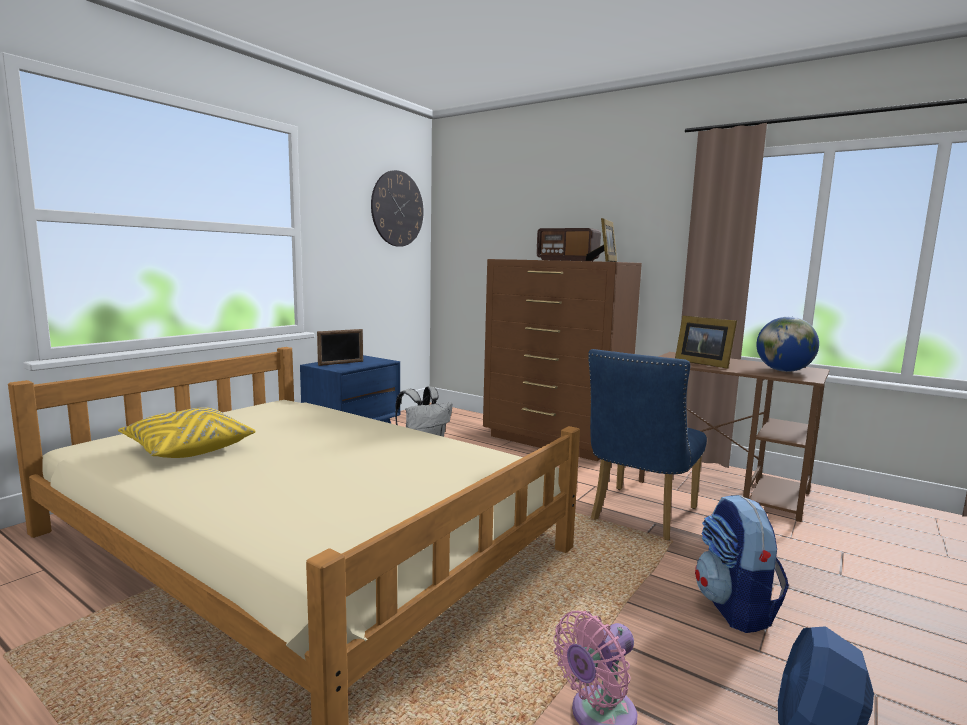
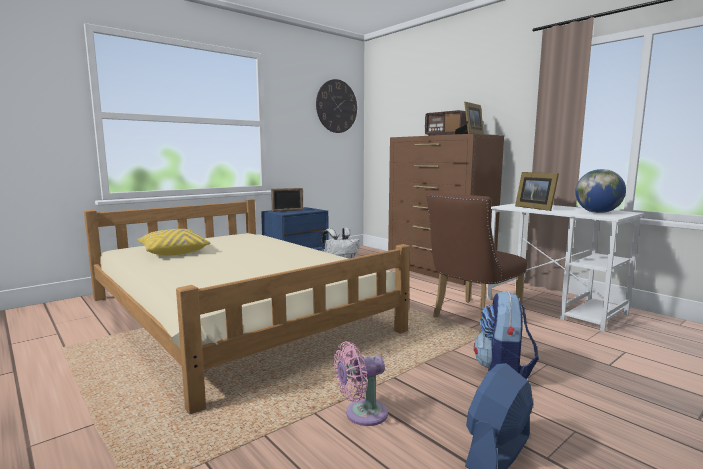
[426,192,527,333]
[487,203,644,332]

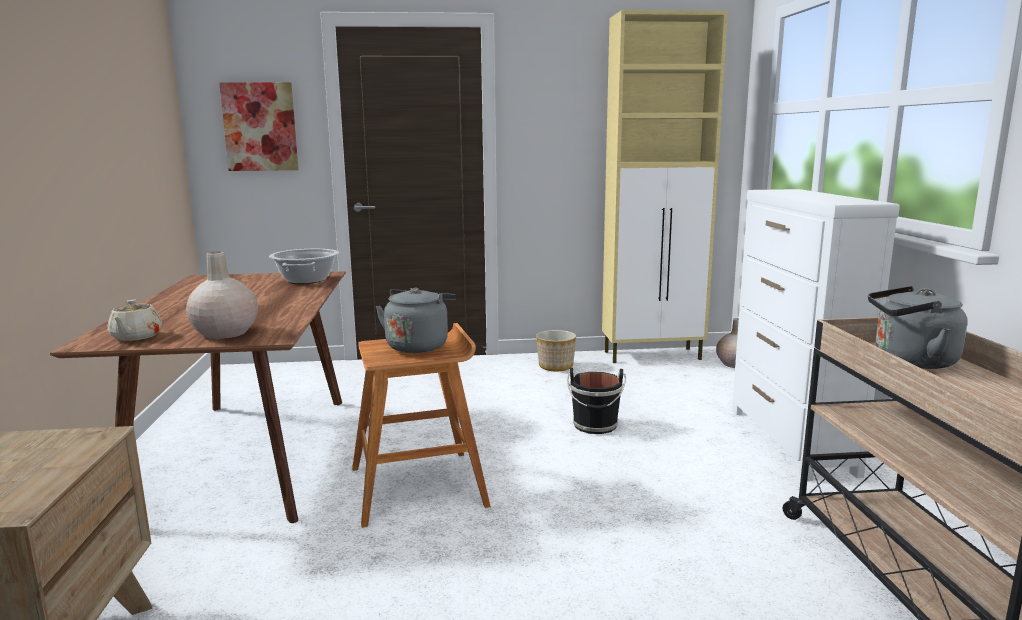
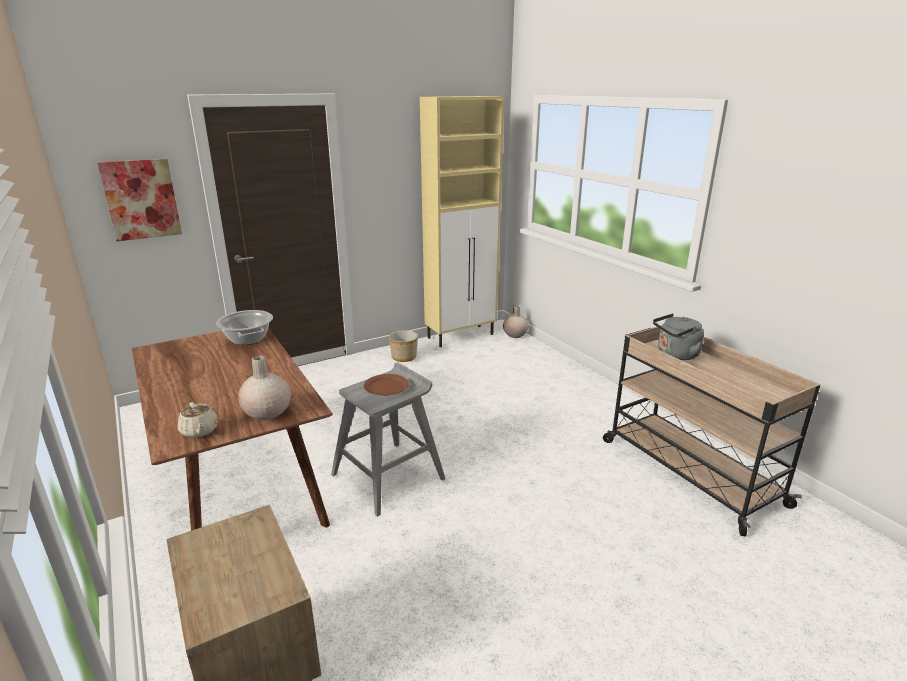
[567,368,626,434] (first image)
[732,189,900,481] (first image)
[364,374,409,396]
[331,362,445,517]

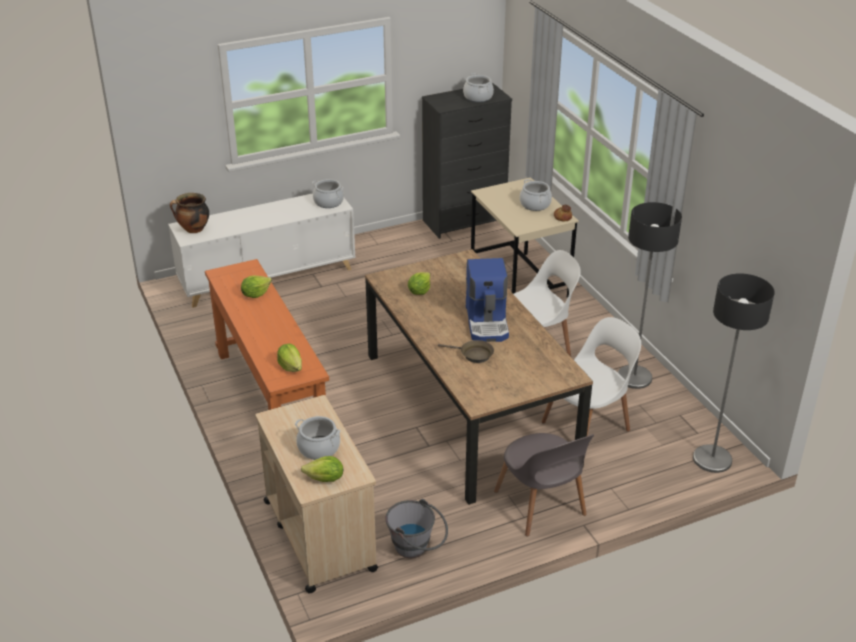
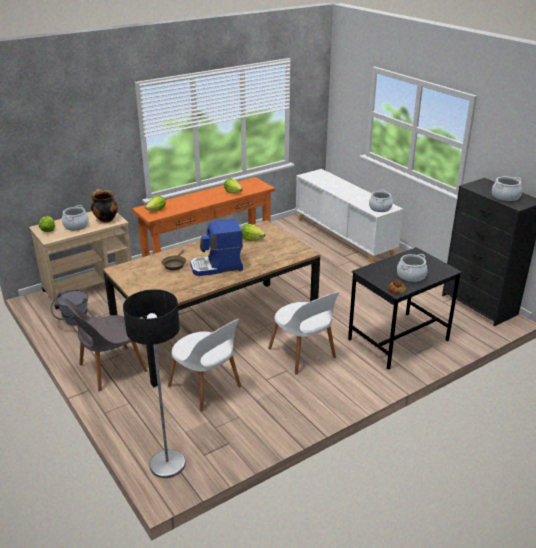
[618,202,682,389] (first image)
[91,189,118,223]
[348,247,462,370]

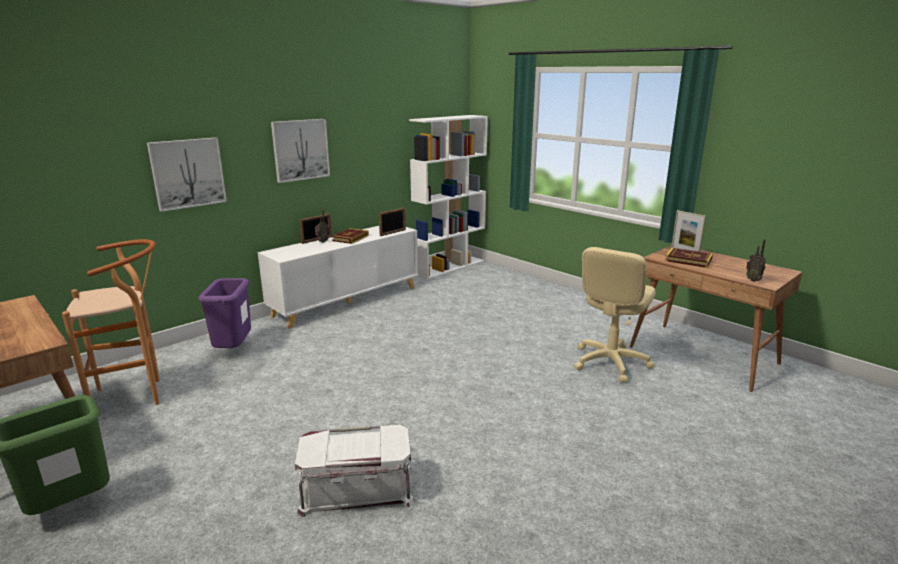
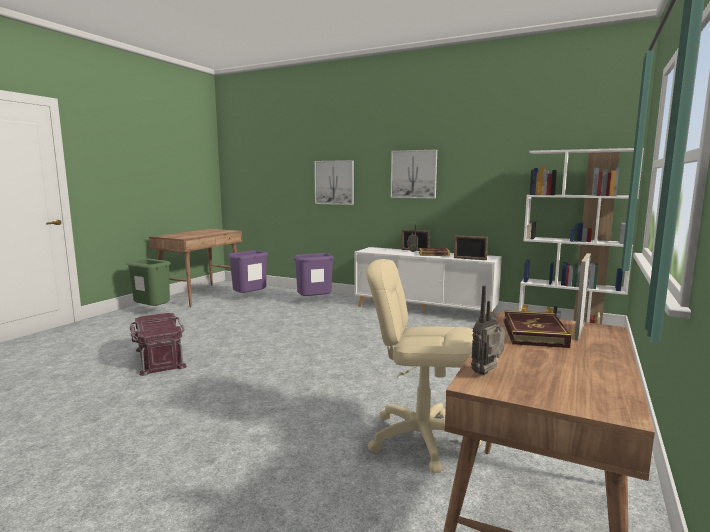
[228,250,268,293]
[130,313,187,376]

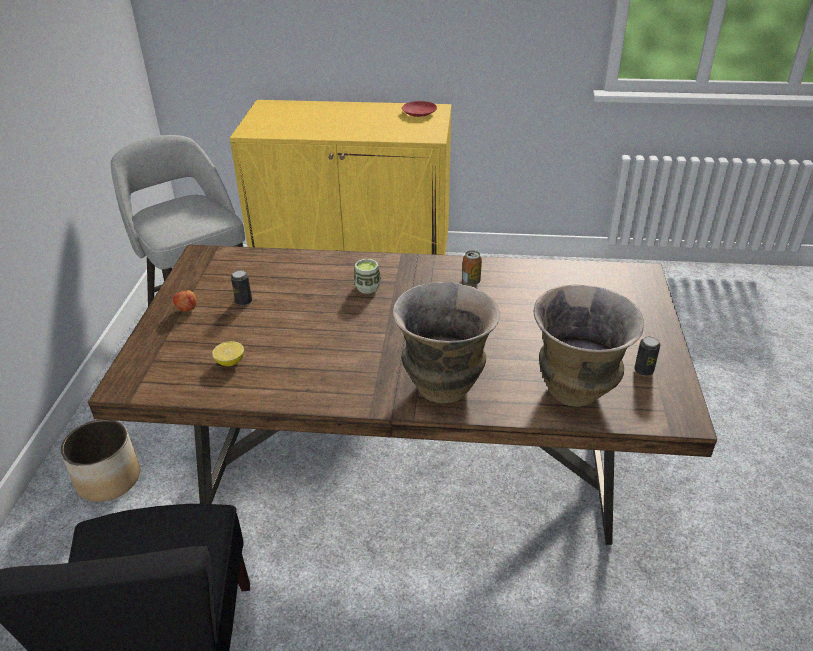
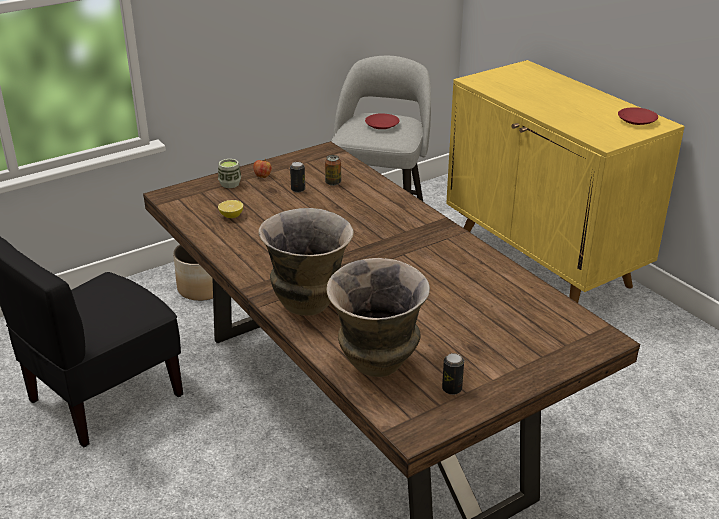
[365,113,400,129]
[218,159,241,188]
[325,155,341,186]

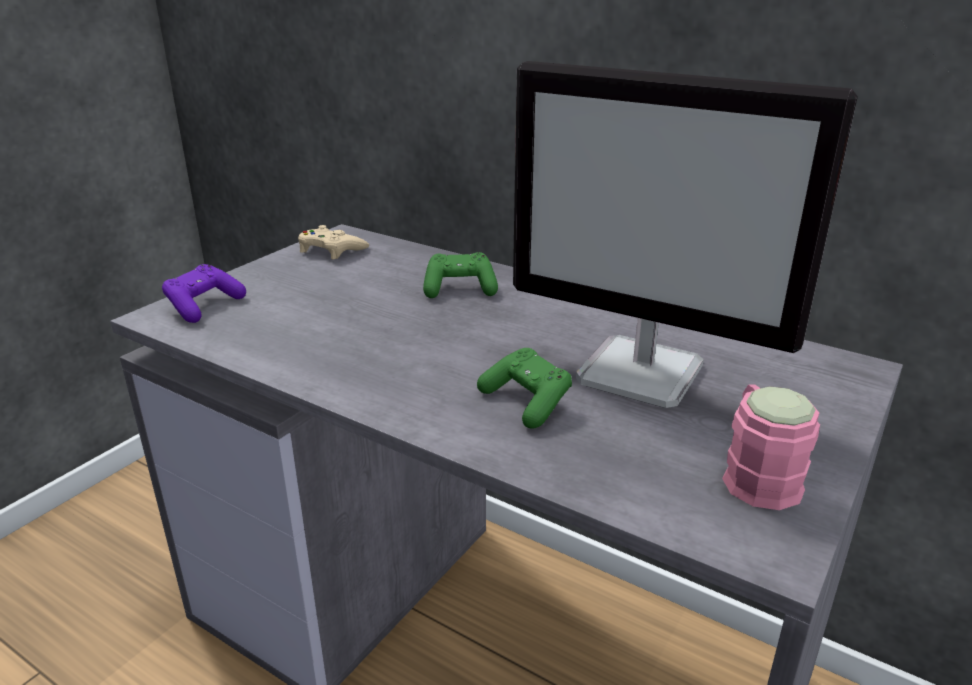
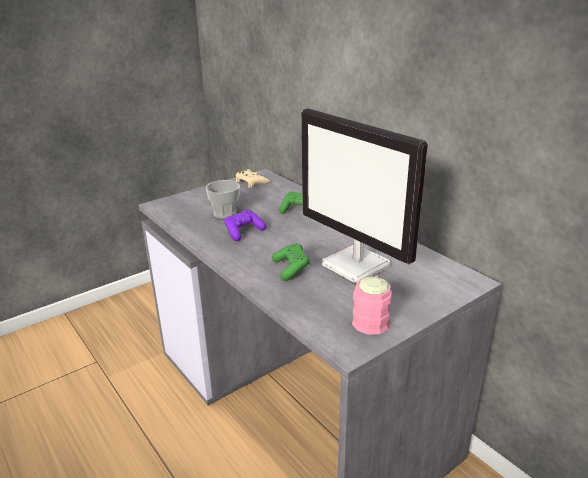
[206,180,240,219]
[224,210,266,241]

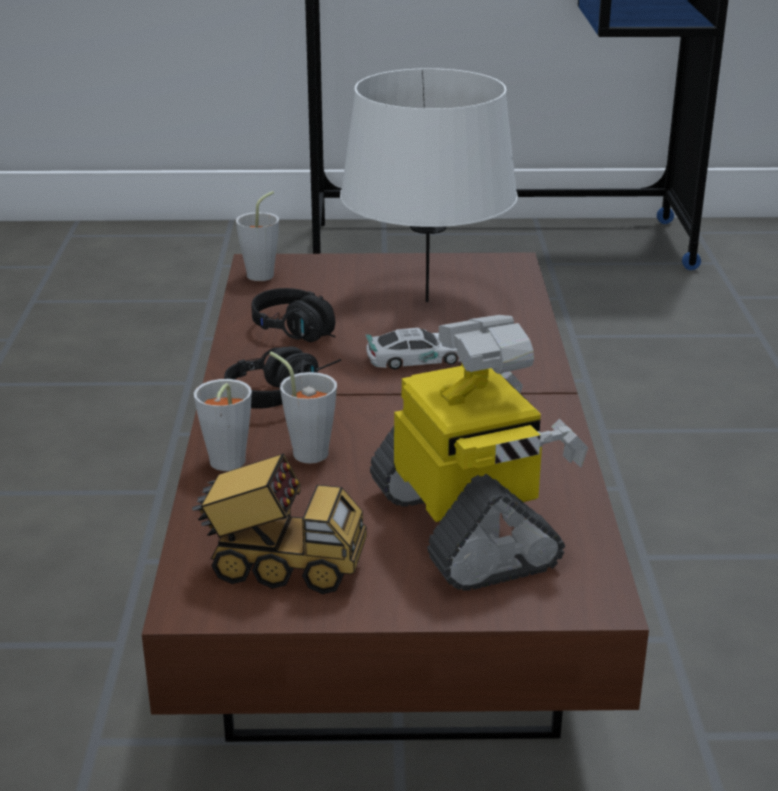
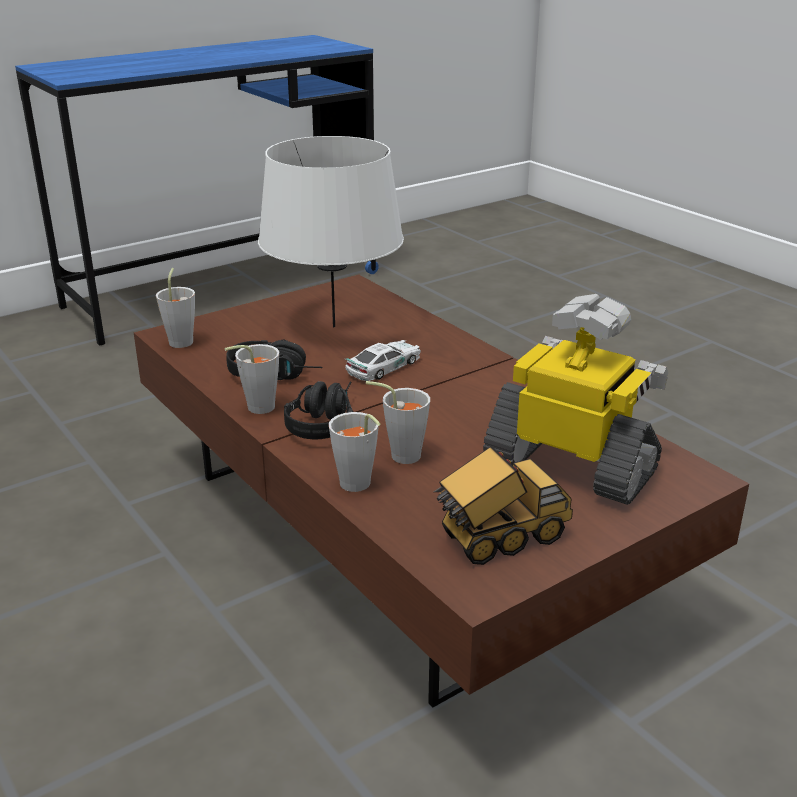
[225,344,279,414]

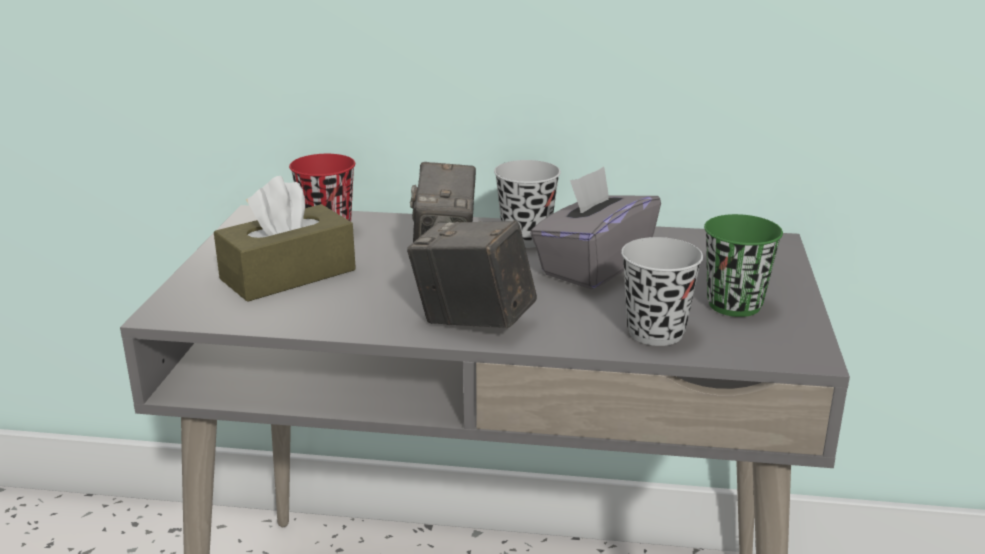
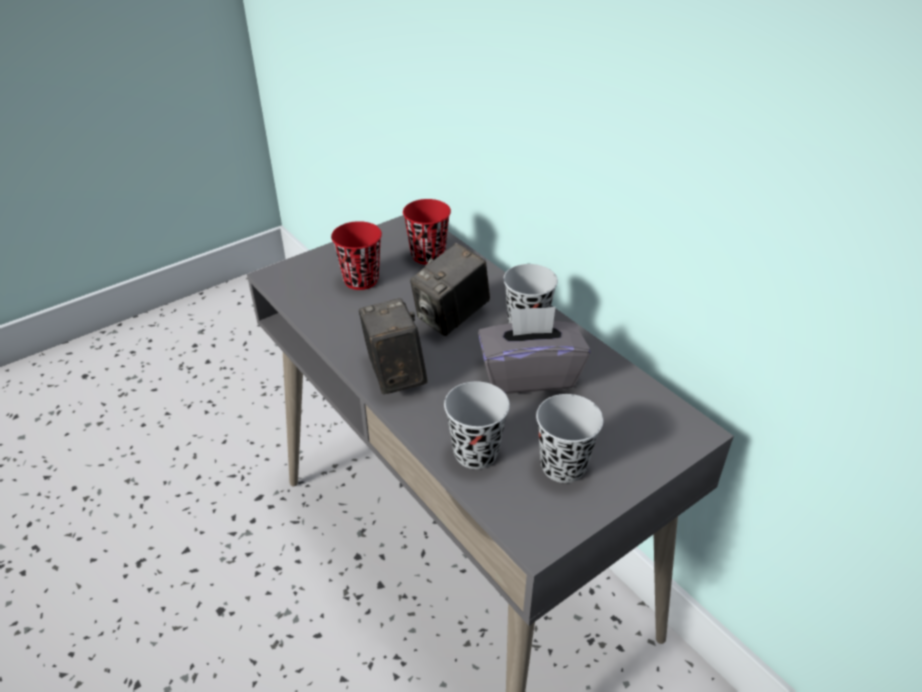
[331,221,382,290]
[536,394,604,483]

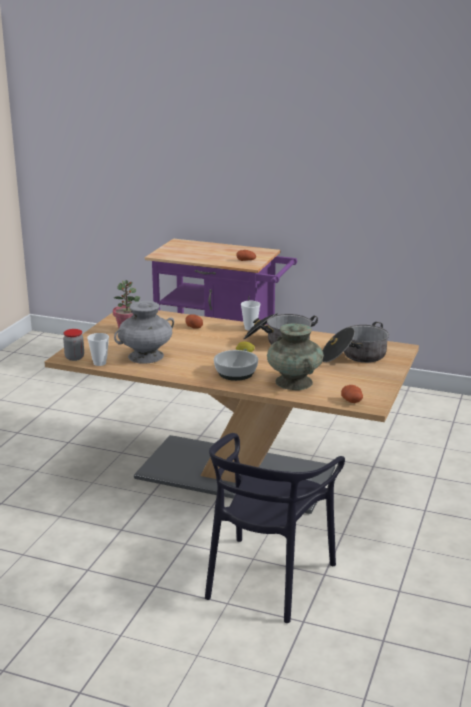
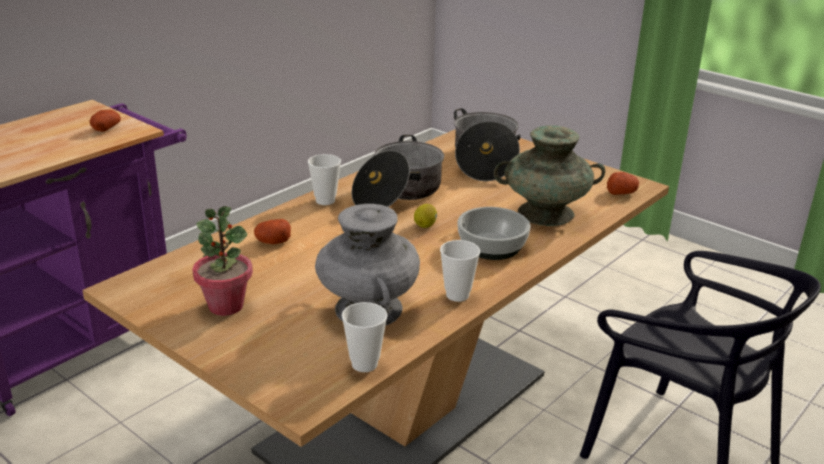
[63,329,84,361] (first image)
[440,240,480,302]

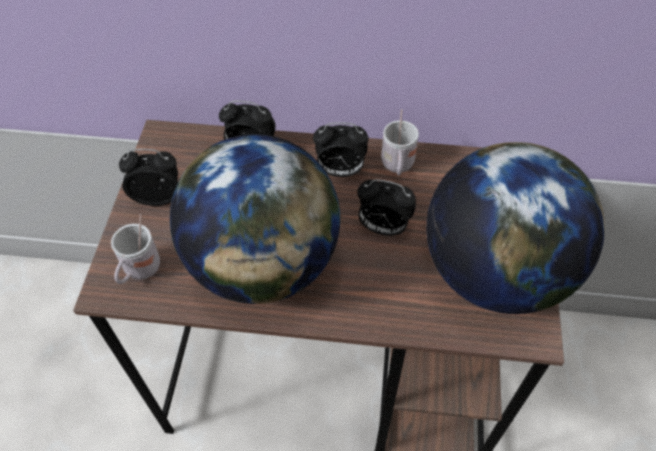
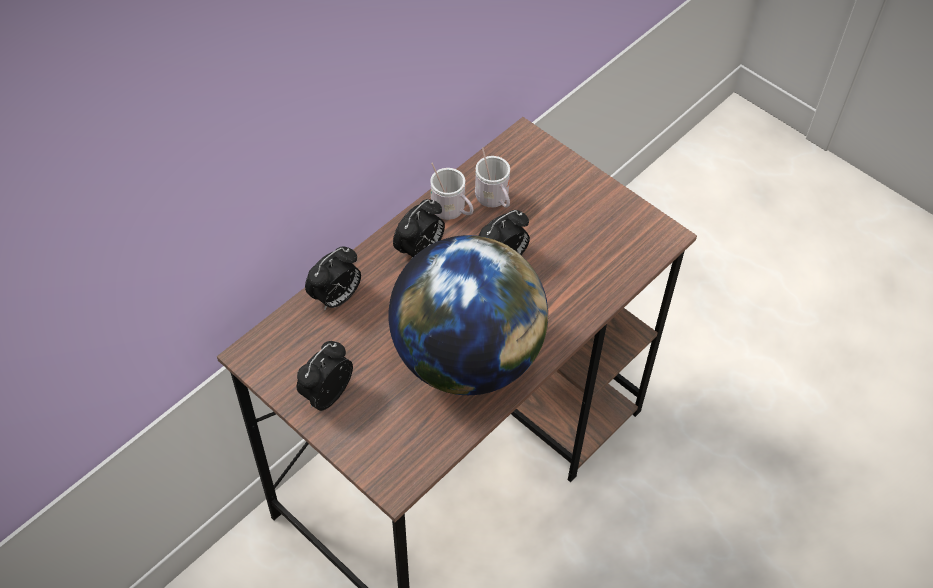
[426,142,605,314] (first image)
[475,147,510,208]

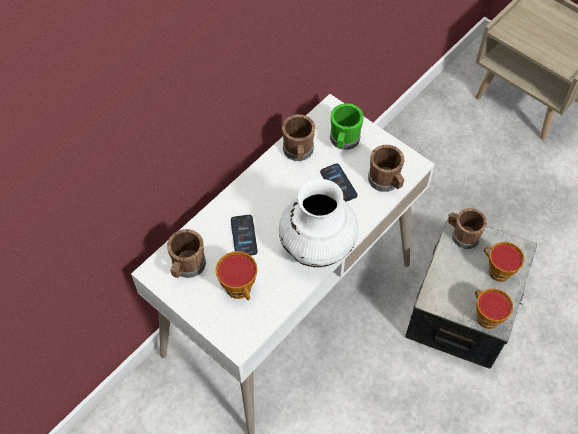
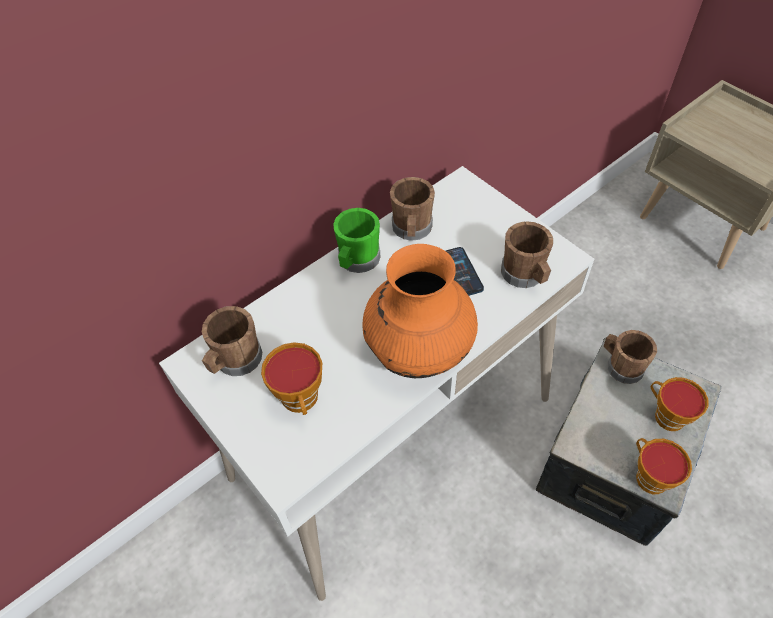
[231,215,258,256] (first image)
[333,208,380,273]
[362,244,478,378]

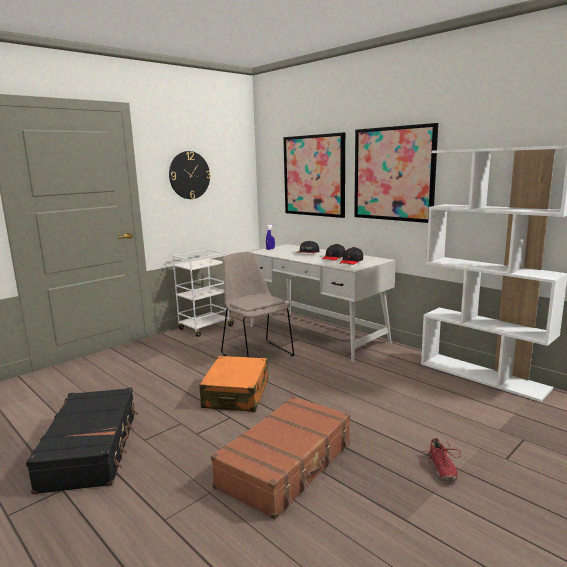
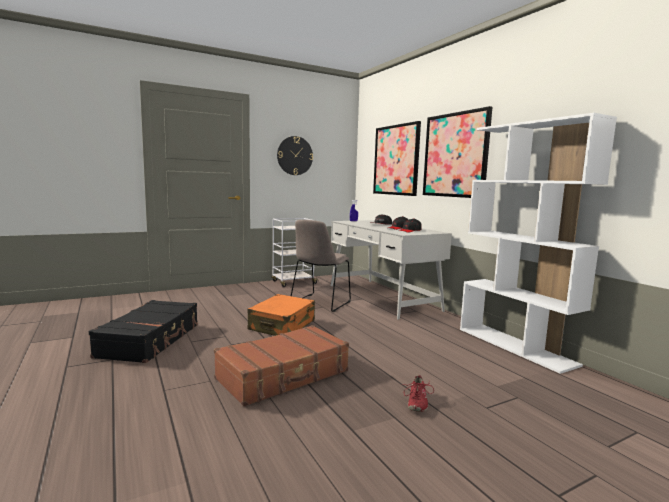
[291,220,351,312]

